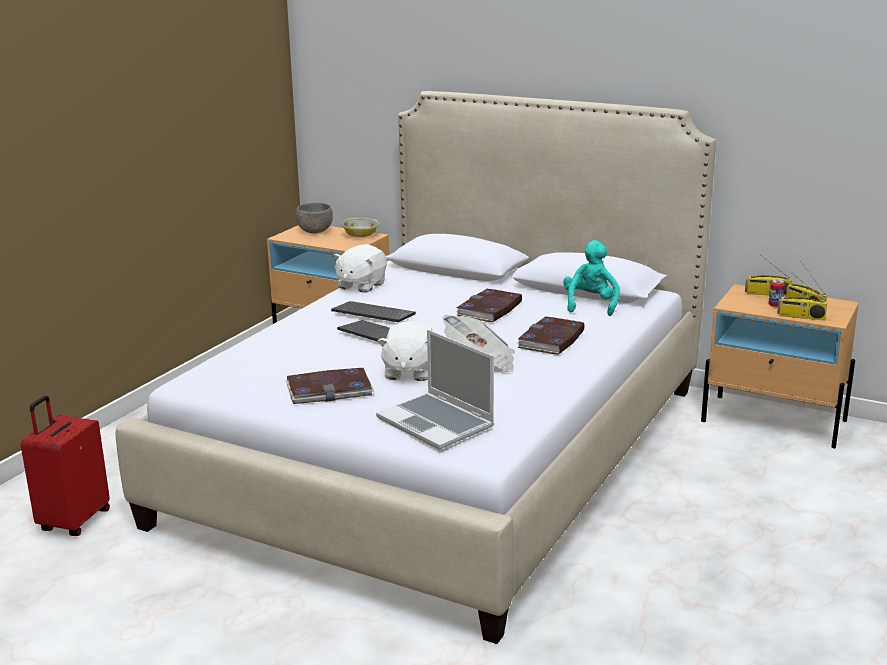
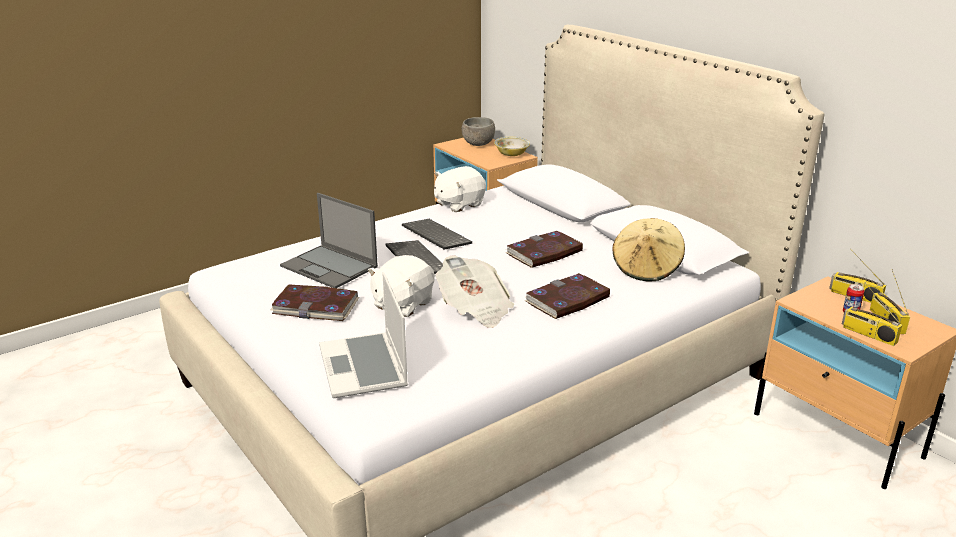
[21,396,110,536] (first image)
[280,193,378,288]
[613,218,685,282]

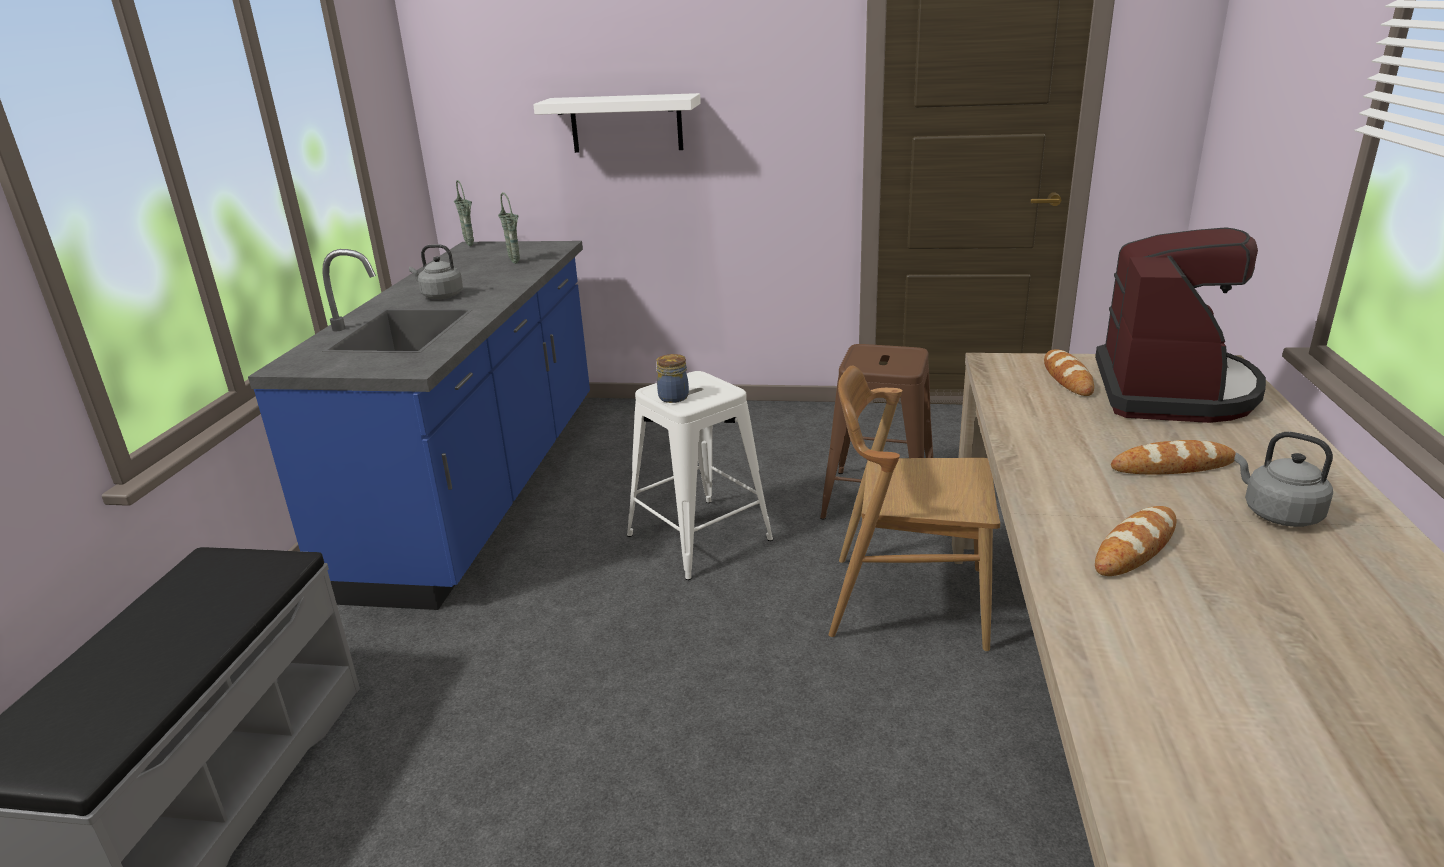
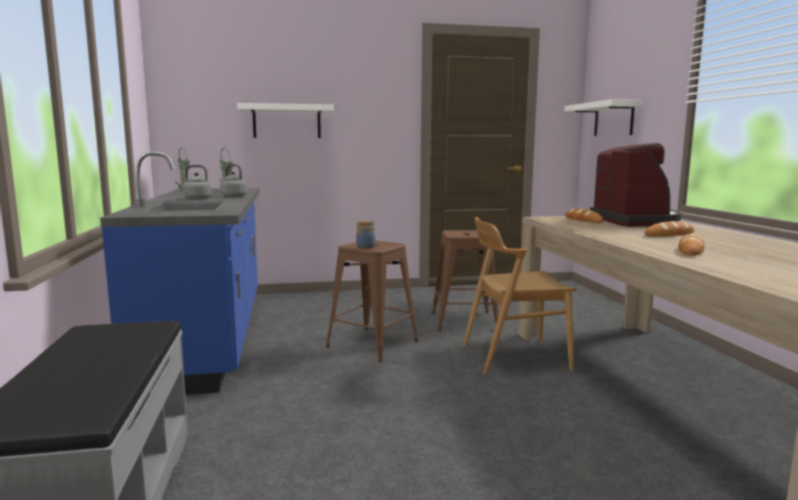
[565,99,642,136]
[219,164,247,197]
[326,240,418,362]

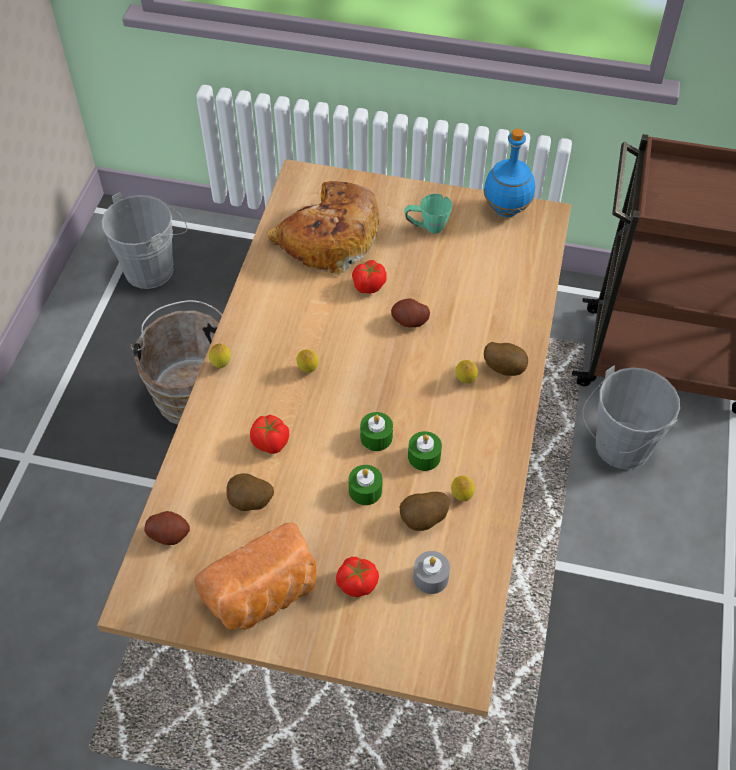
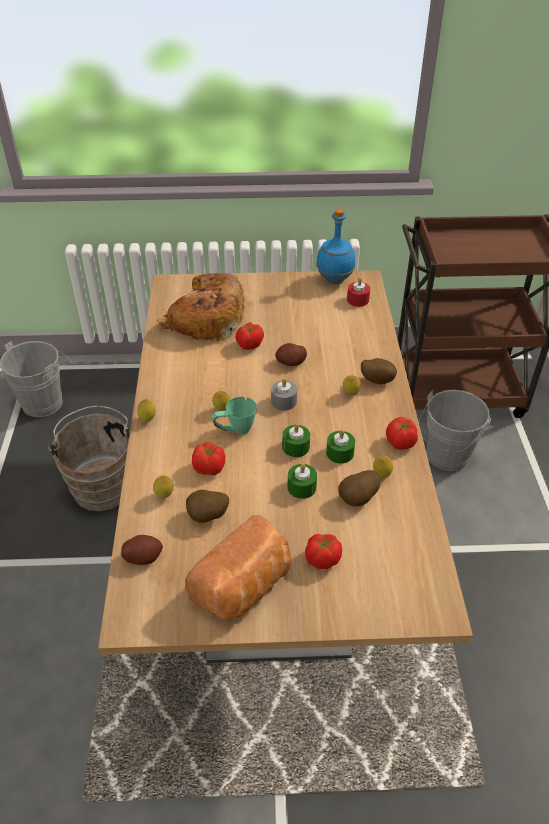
[153,476,174,498]
[347,278,370,307]
[386,417,418,450]
[211,397,257,435]
[271,378,297,411]

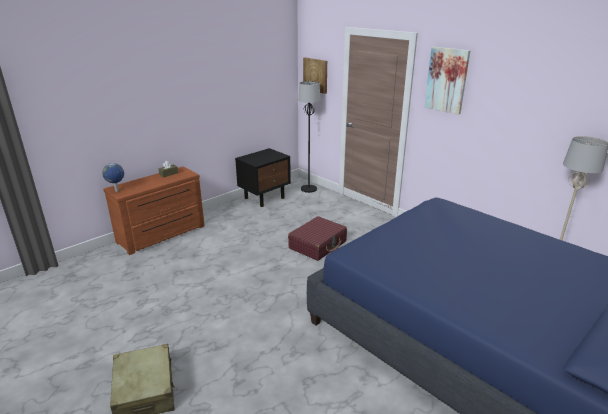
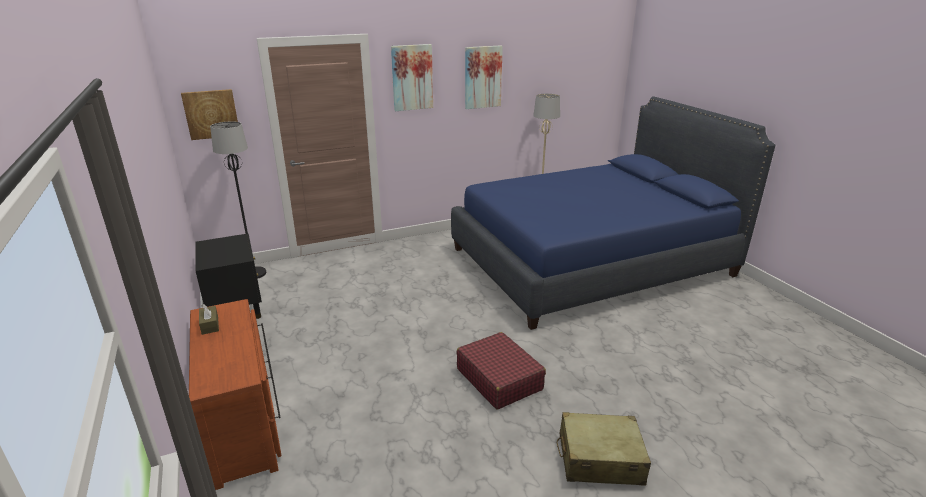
[102,163,124,192] (first image)
[465,45,503,109]
[456,332,546,410]

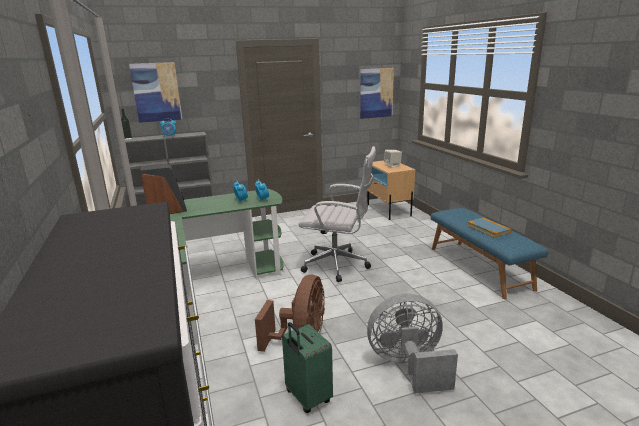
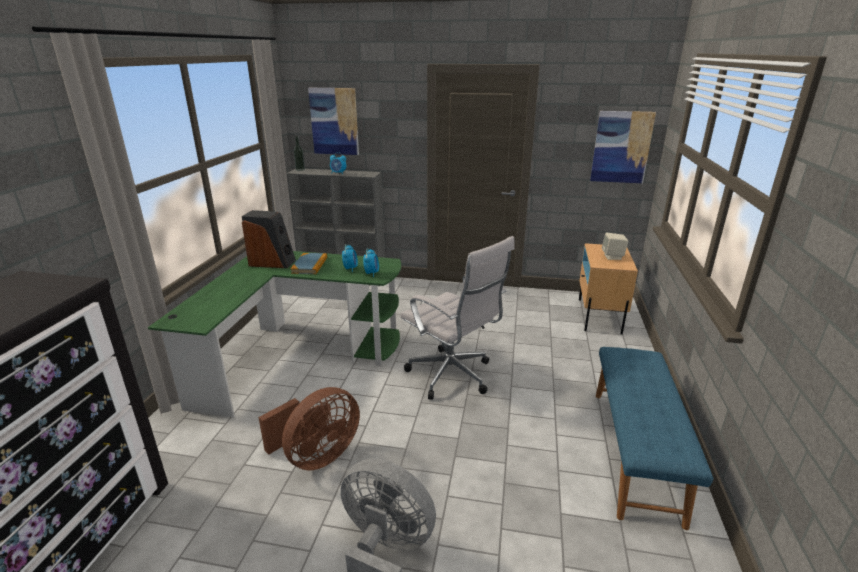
[282,322,333,413] (first image)
[290,253,327,274]

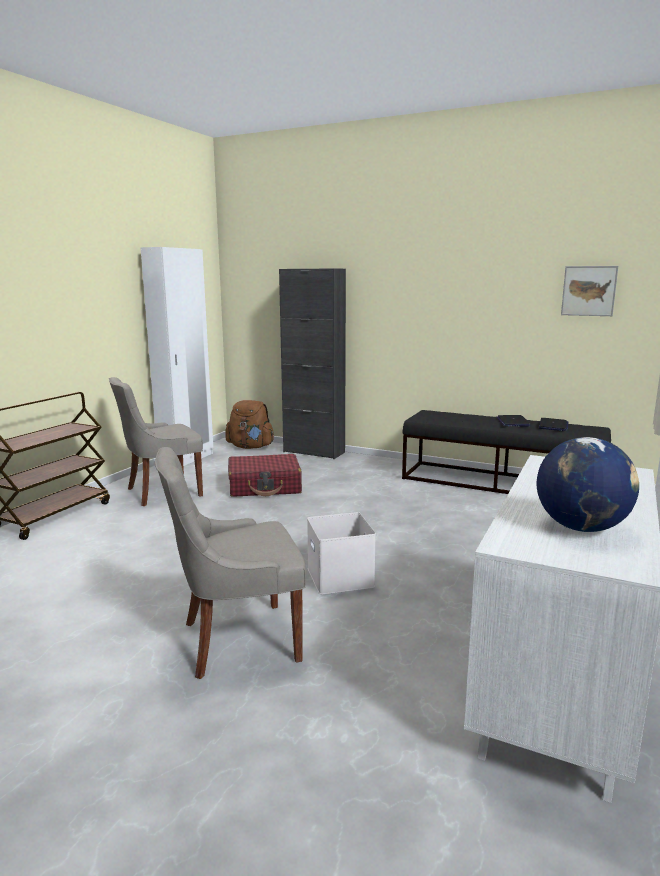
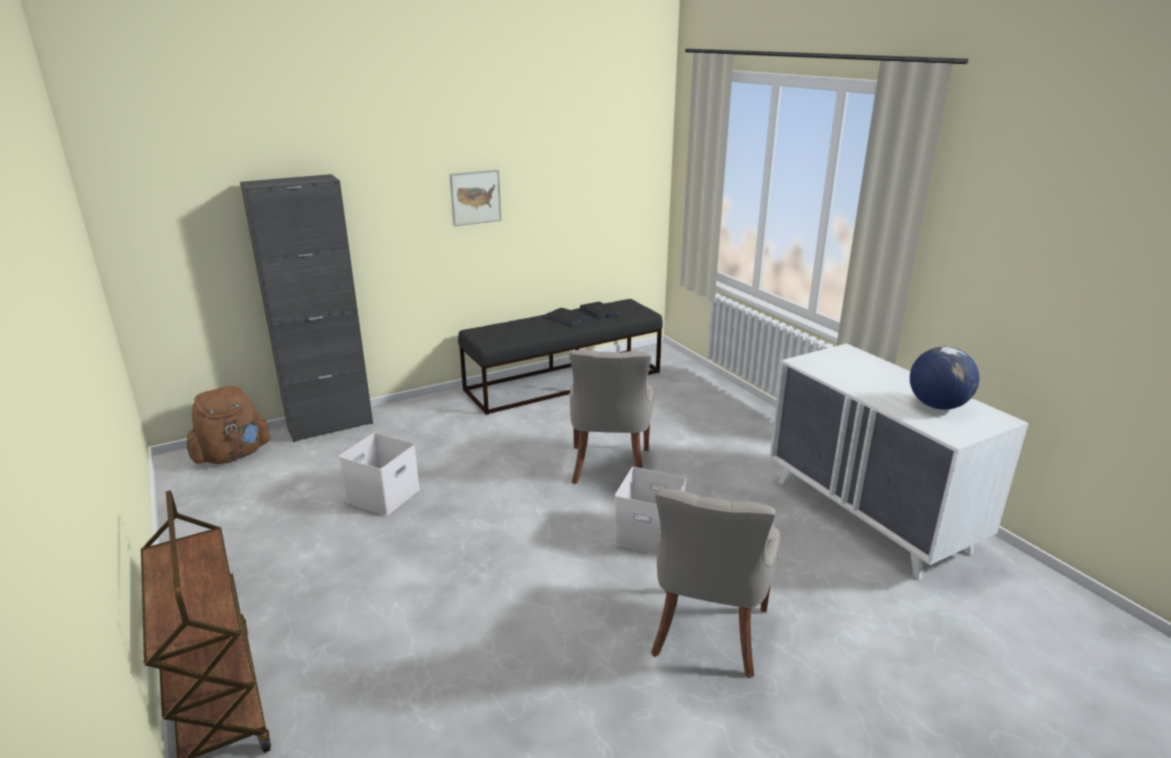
[140,247,213,466] (first image)
[569,350,654,484]
[450,170,502,227]
[339,433,420,516]

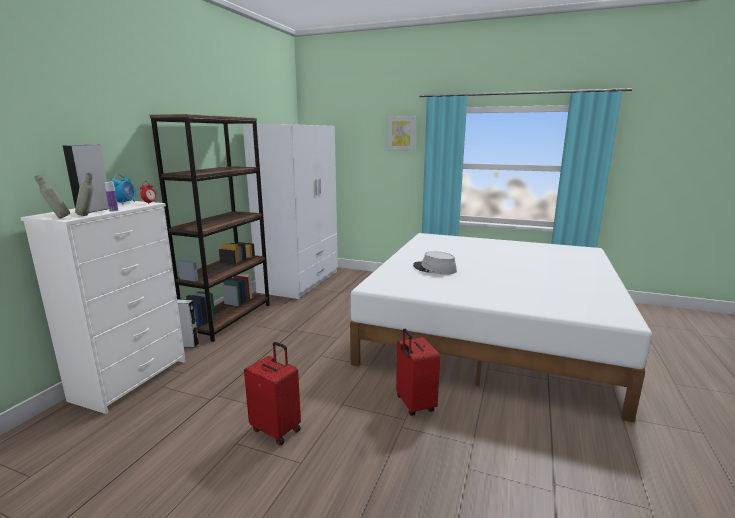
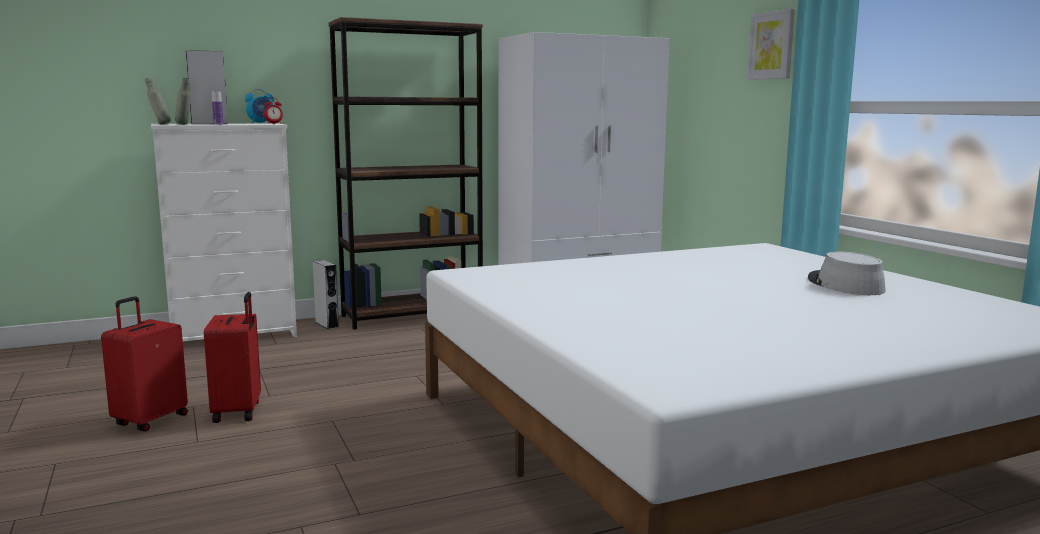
[101,296,188,432]
[808,251,886,295]

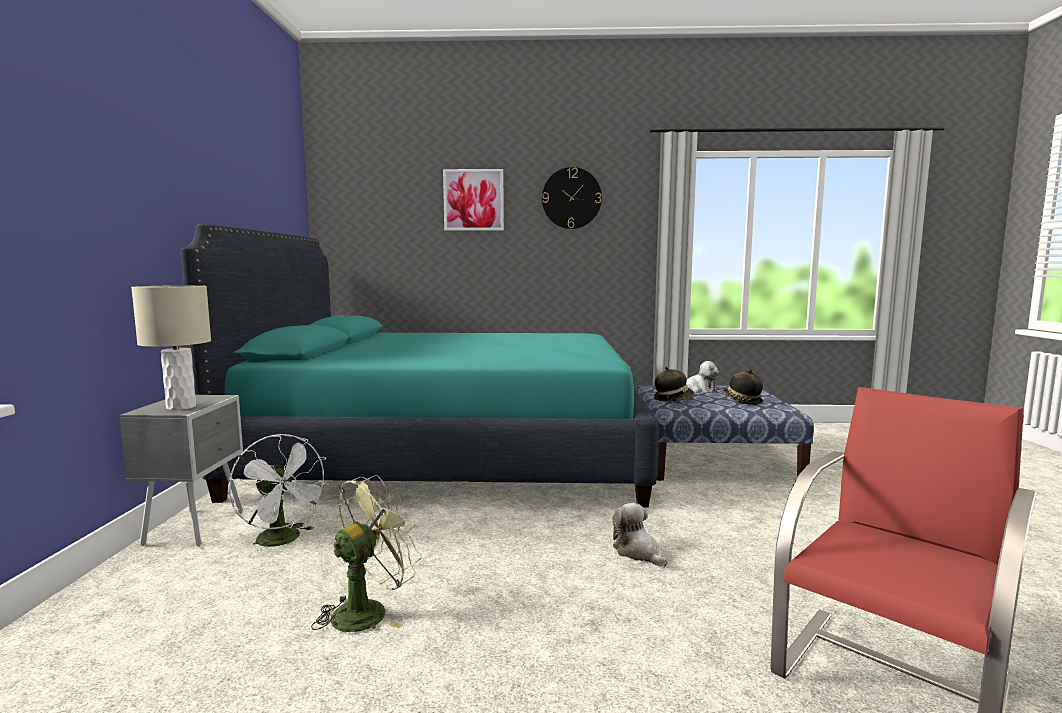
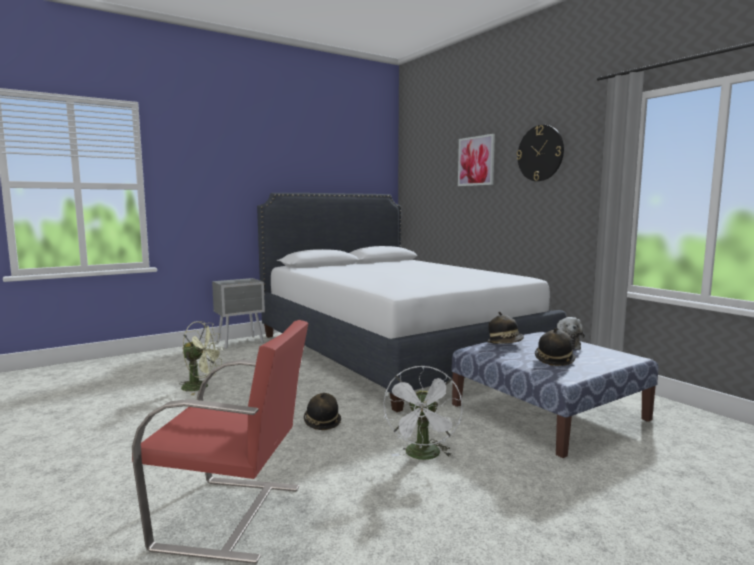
[131,285,211,410] (first image)
[384,366,463,460]
[304,393,341,430]
[257,193,566,412]

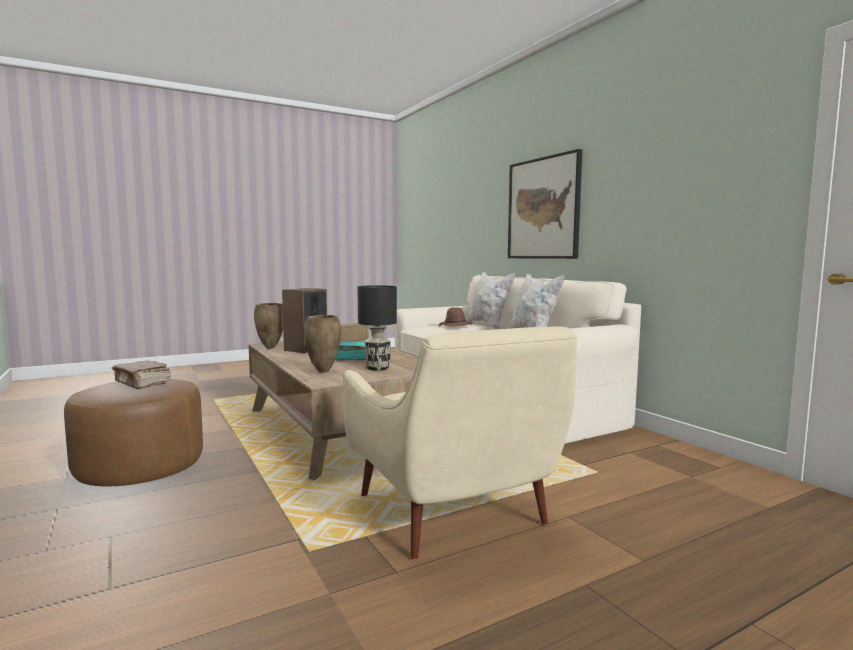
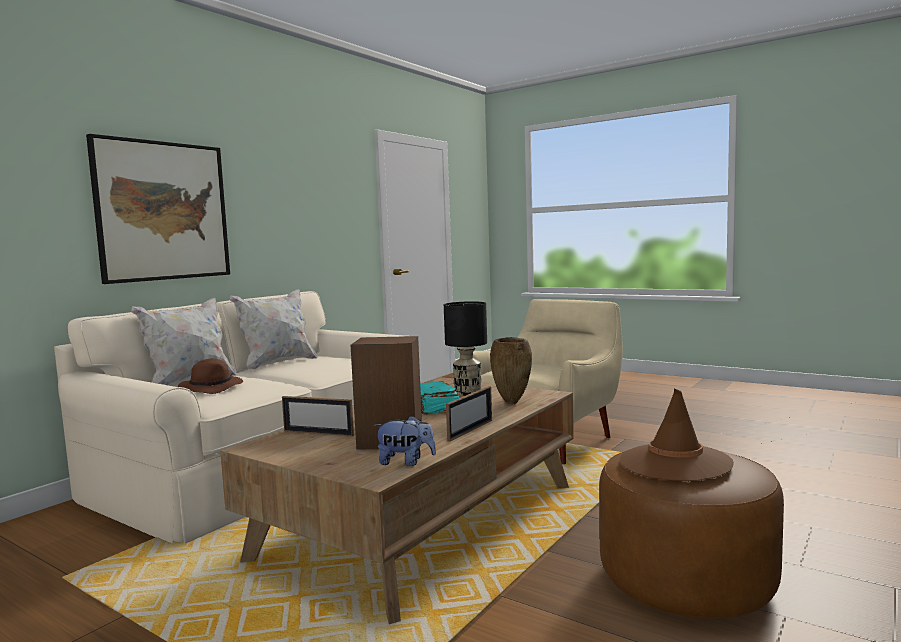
[446,386,492,442]
[620,389,734,481]
[374,415,436,466]

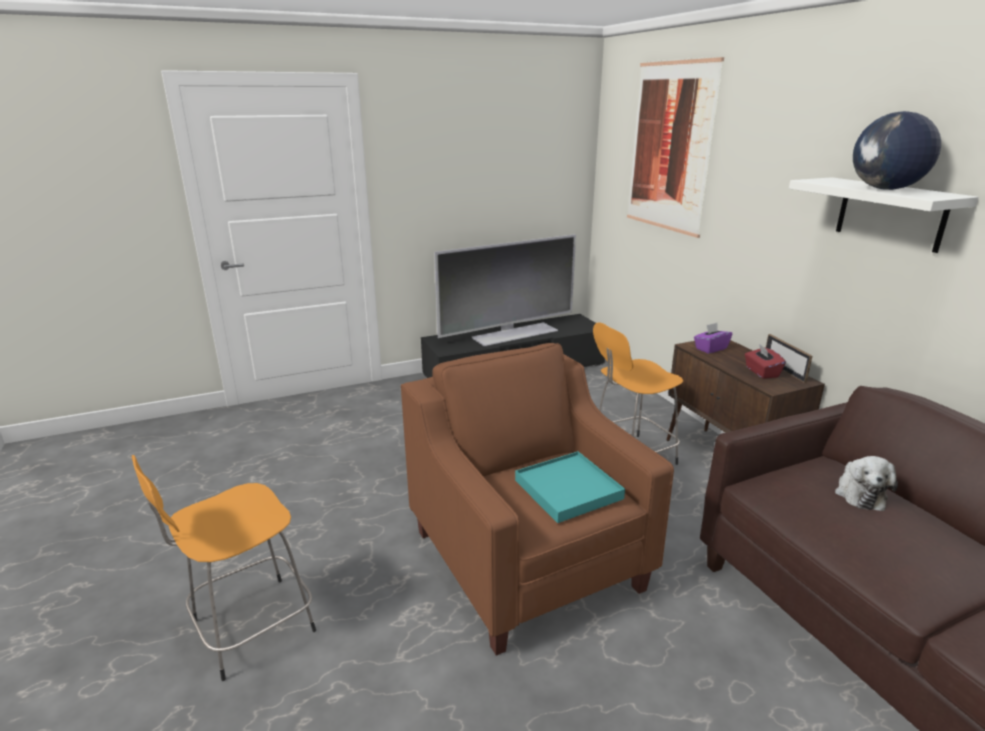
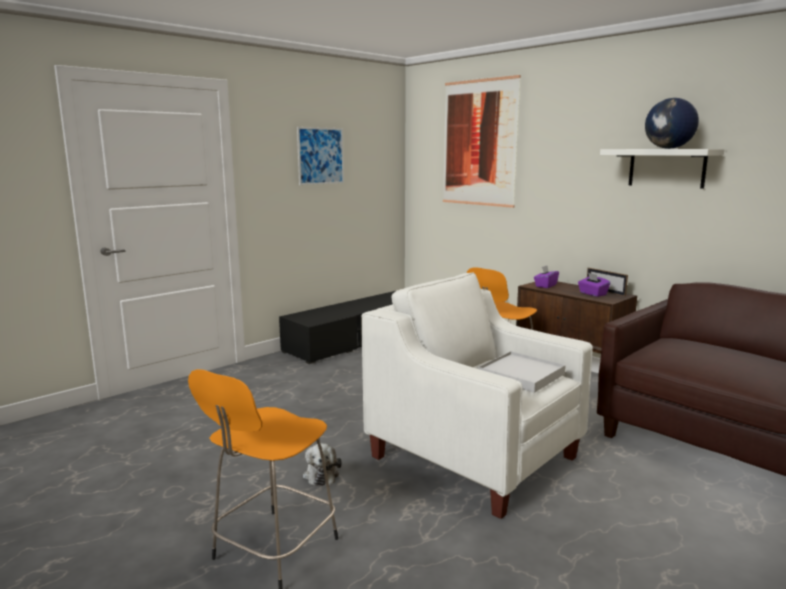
[434,234,576,347] (first image)
[297,127,344,185]
[303,443,342,486]
[361,272,593,519]
[478,351,566,393]
[578,273,610,297]

